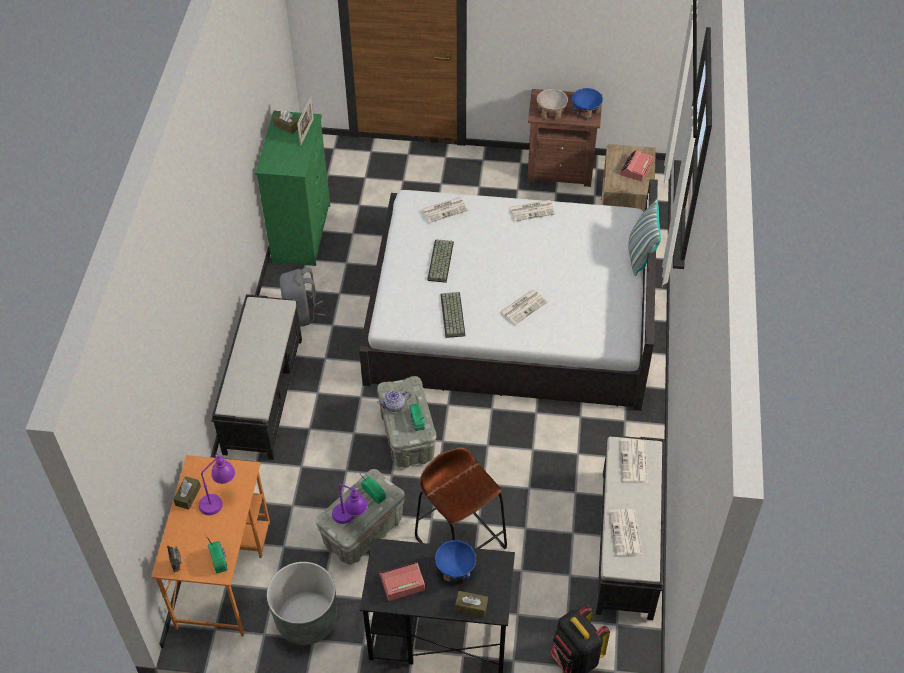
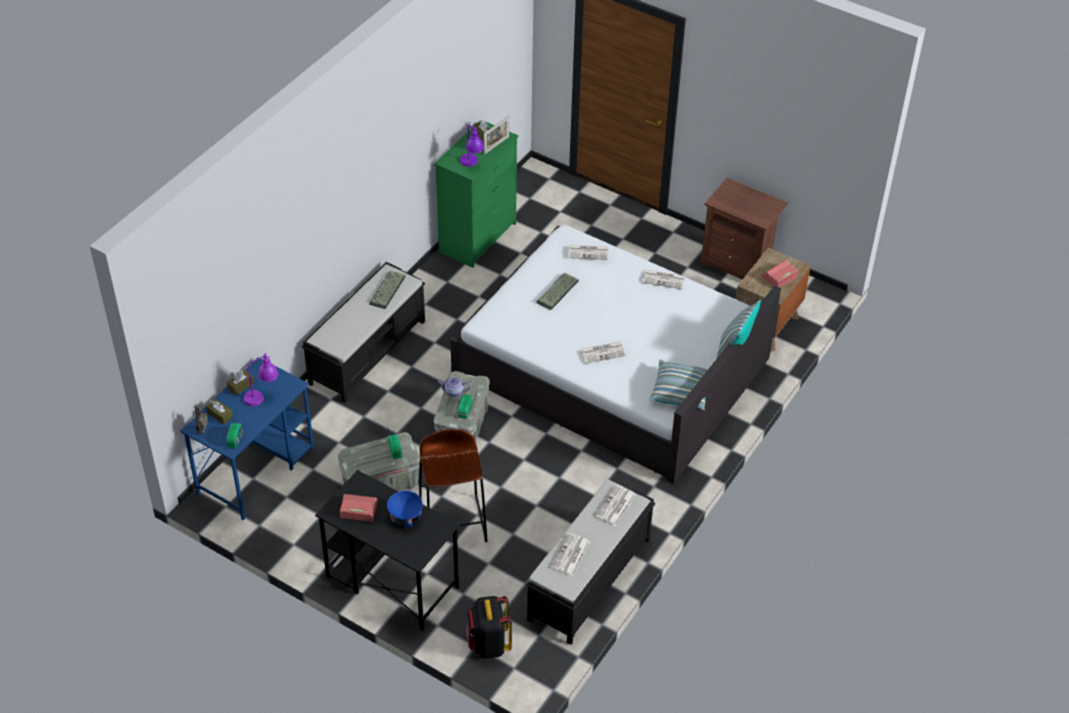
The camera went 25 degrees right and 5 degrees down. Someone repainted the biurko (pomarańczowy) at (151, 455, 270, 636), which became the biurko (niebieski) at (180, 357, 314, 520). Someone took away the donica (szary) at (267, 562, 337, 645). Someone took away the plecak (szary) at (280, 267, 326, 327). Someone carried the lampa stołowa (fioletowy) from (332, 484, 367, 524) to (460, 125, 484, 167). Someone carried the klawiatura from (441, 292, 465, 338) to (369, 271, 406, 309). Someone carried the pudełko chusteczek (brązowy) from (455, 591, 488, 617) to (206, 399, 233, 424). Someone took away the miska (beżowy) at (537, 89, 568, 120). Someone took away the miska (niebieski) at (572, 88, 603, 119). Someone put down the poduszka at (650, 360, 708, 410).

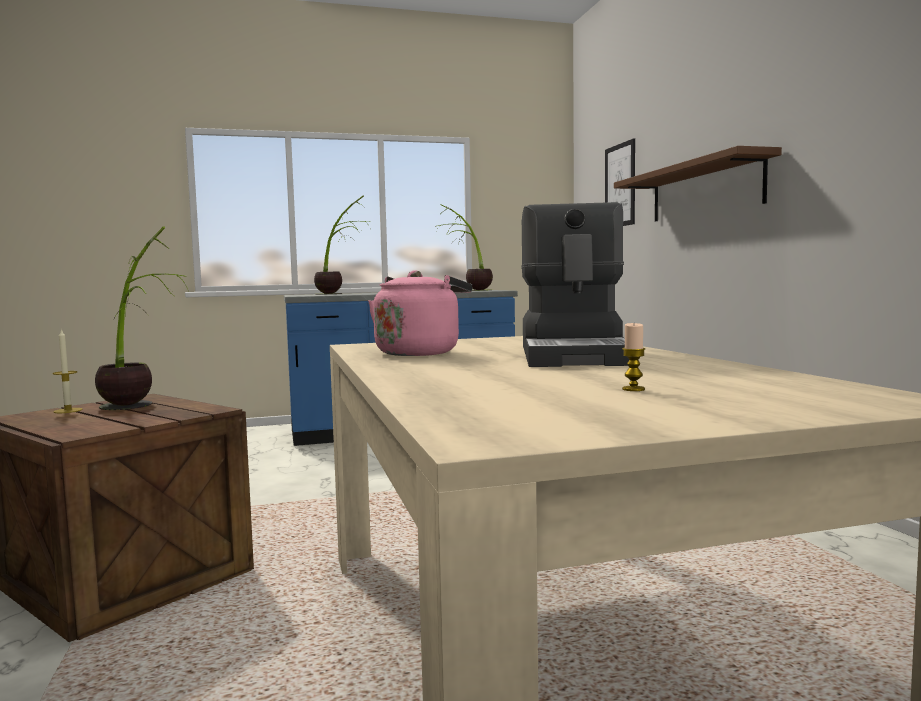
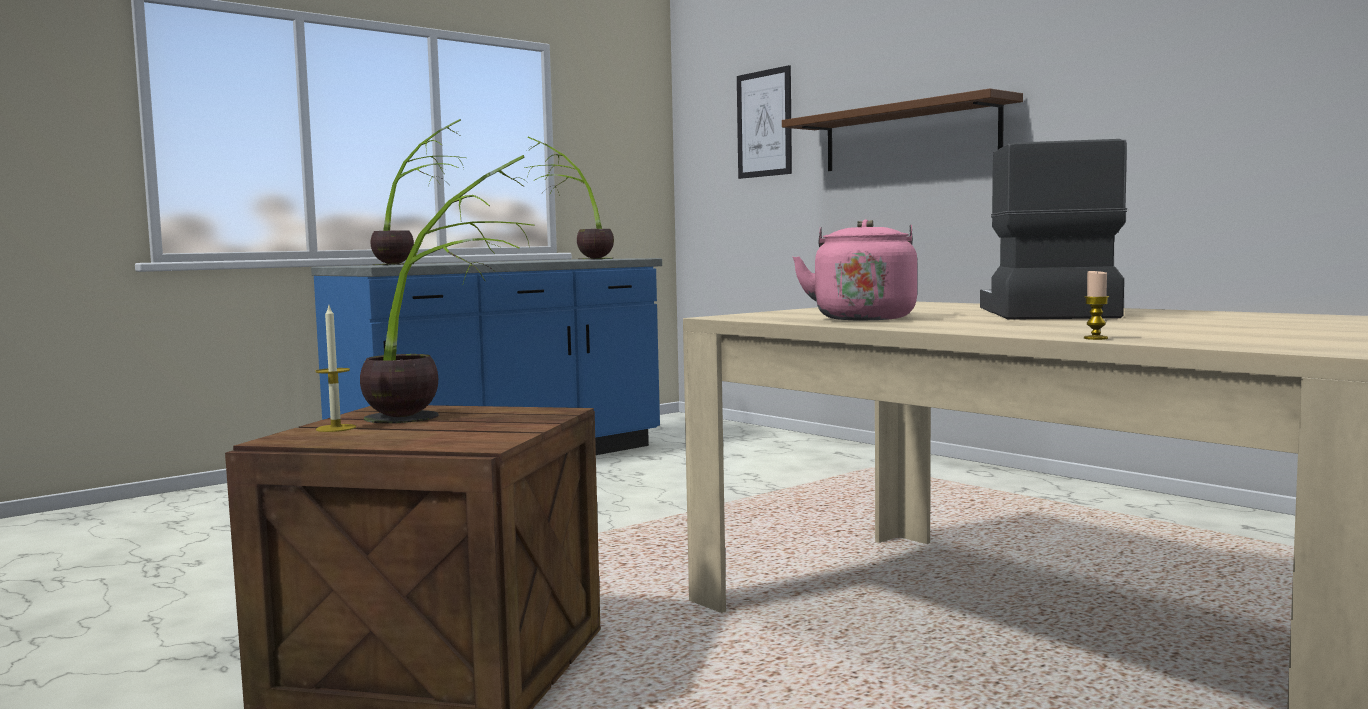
The camera went 25 degrees left and 0 degrees up. Someone rotated the ekspres do kawy at (521, 202, 629, 367) by 150 degrees counterclockwise. Someone carried the świeca from (622, 323, 645, 391) to (1084, 270, 1109, 340).

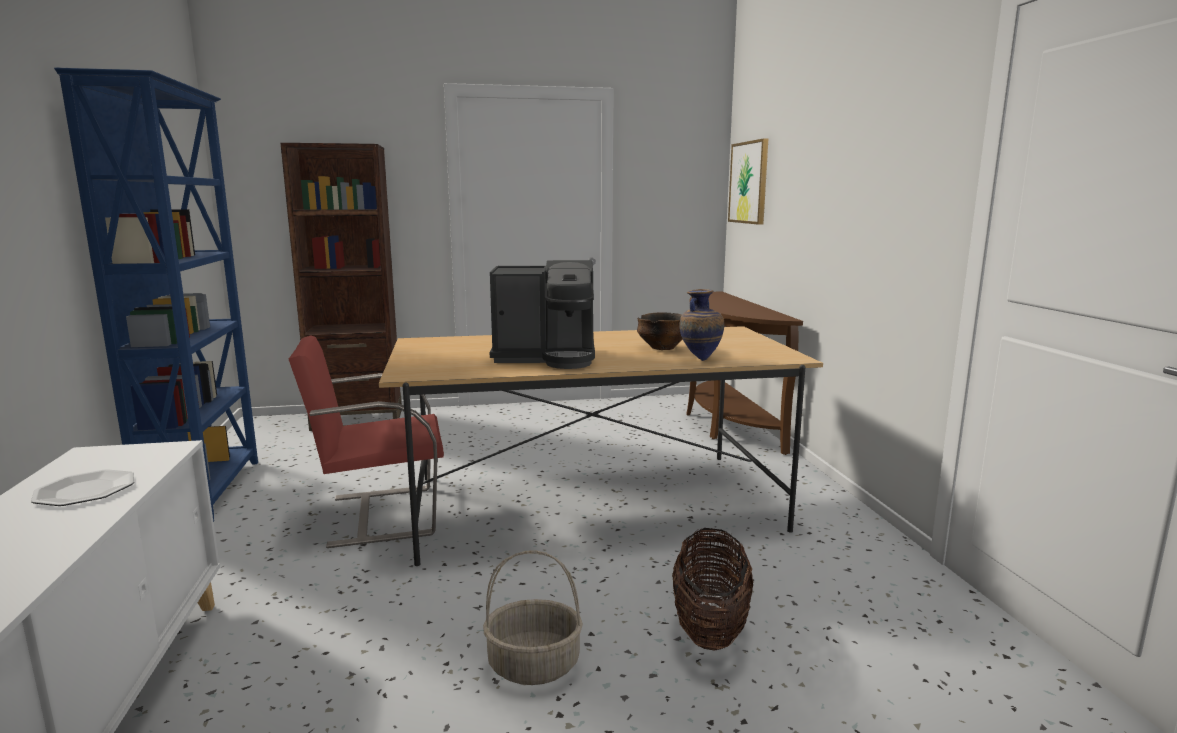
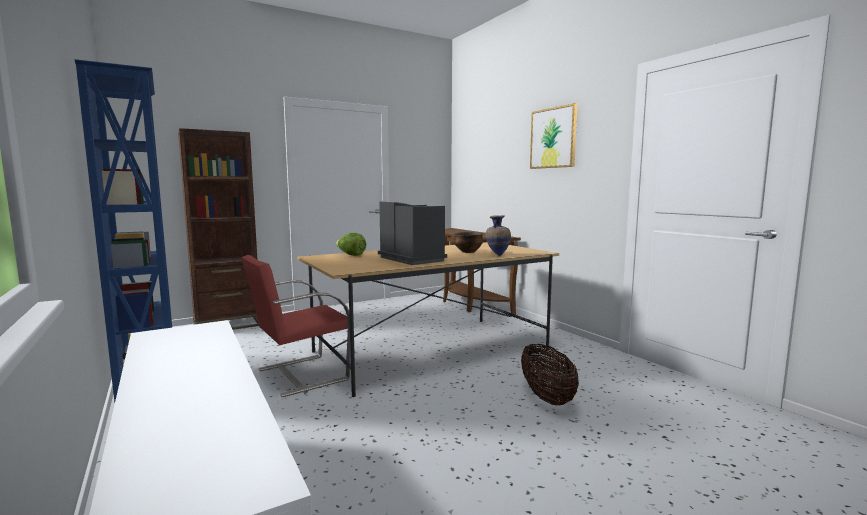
The camera went 20 degrees left and 5 degrees down. Someone took away the talerz at (31, 469, 134, 506). Someone took away the koszyk at (483, 550, 583, 685). Someone rotated the ekspres do kawy at (490, 260, 595, 369) by 105 degrees counterclockwise. Someone carried the obraz from (728, 138, 768, 225) to (530, 103, 577, 169). Someone put down the sałata at (336, 233, 366, 256).

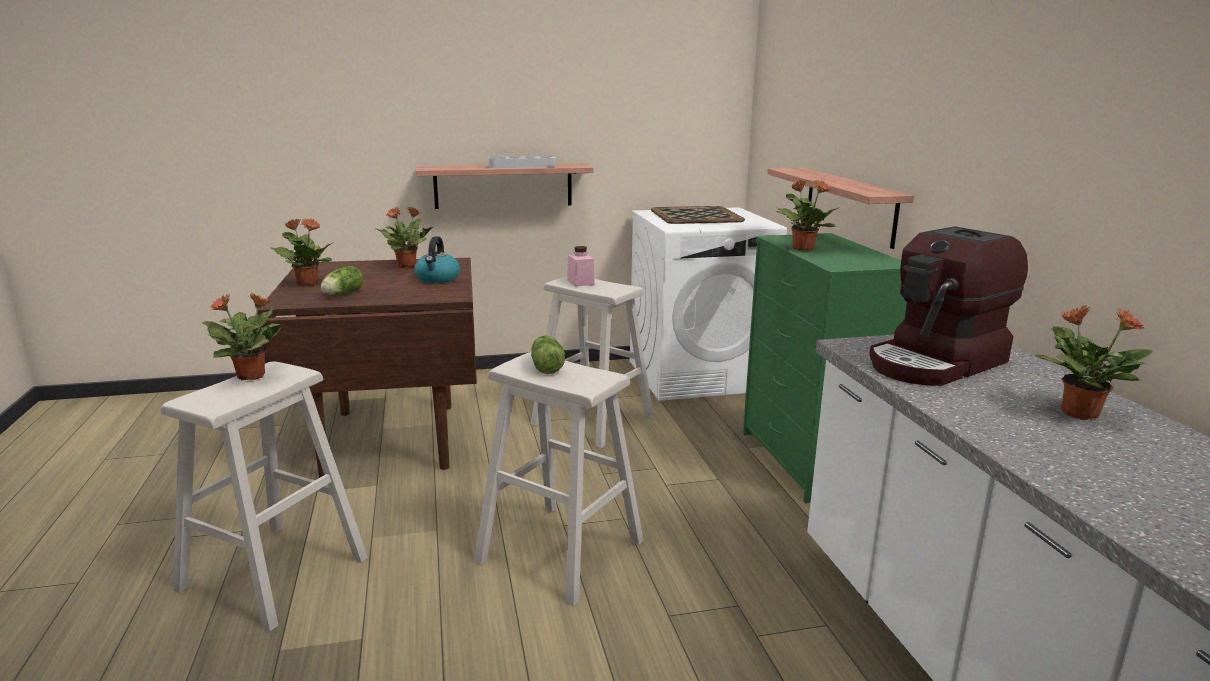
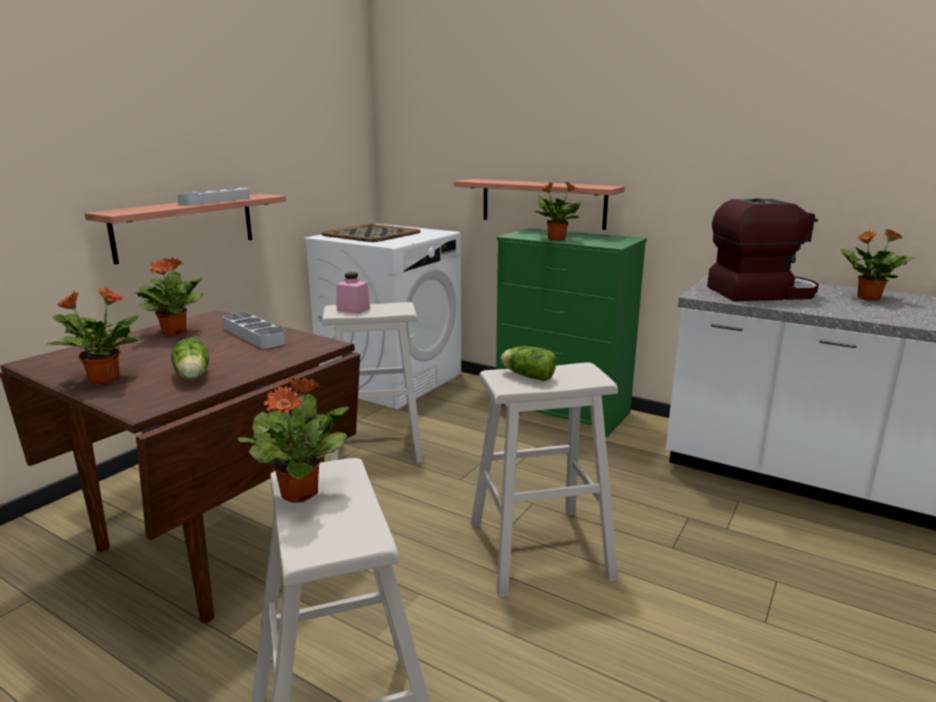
The camera went 45 degrees left and 0 degrees up. Someone swapped the czajnik at (414, 236, 460, 283) for the taca (szary) at (222, 312, 286, 349). Someone rotated the ekspres do kawy at (869, 226, 1028, 386) by 105 degrees counterclockwise.

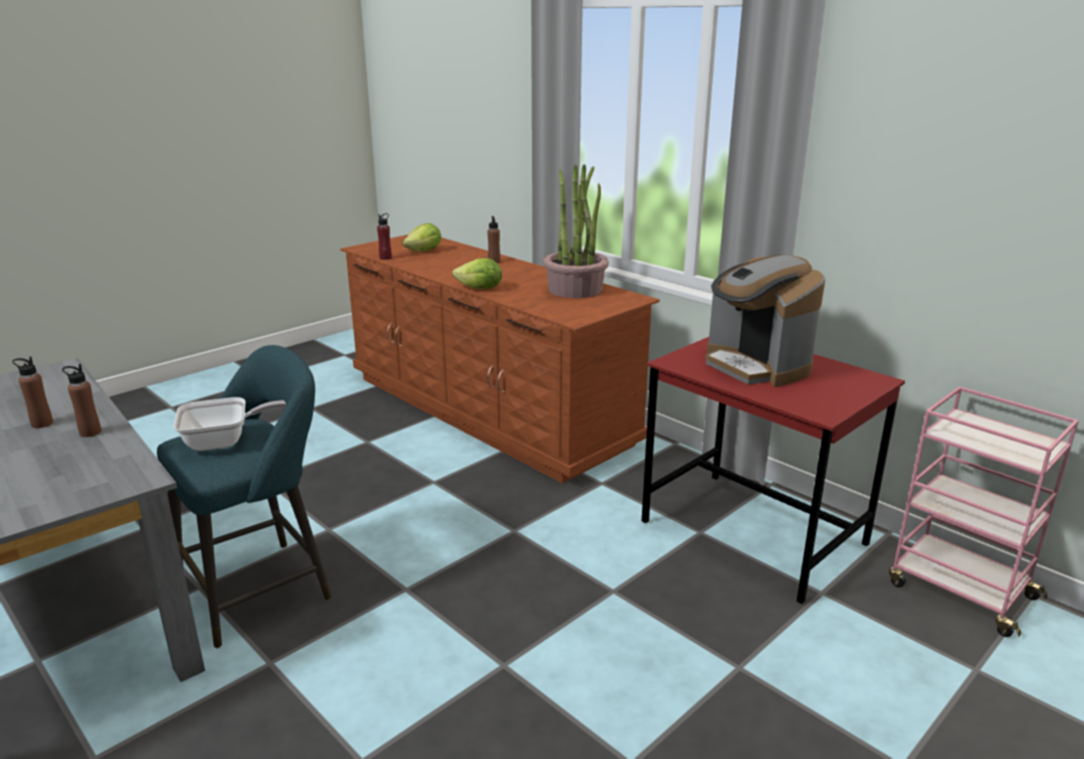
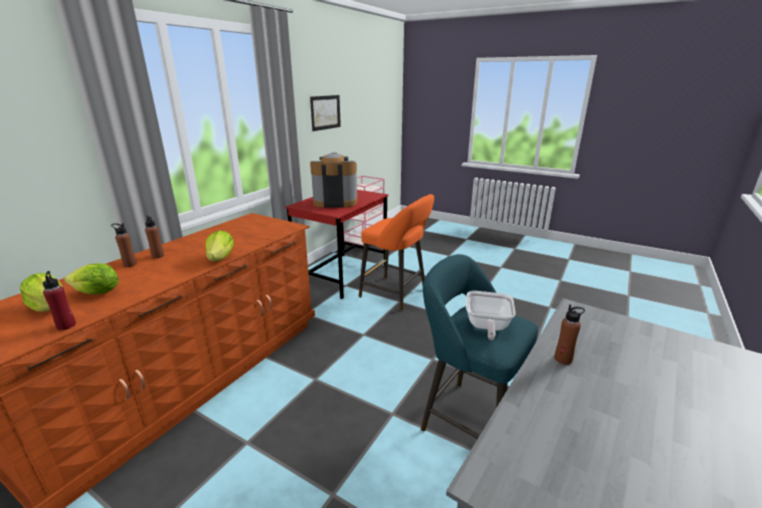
The camera went 105 degrees left and 0 degrees up. Someone carried the butelka (brązowy) from (12, 356, 53, 428) to (145, 216, 164, 259). Someone rotated the patelnia at (174, 397, 286, 451) by 135 degrees counterclockwise. Someone took away the roślina doniczkowa at (543, 164, 609, 298). Someone rotated the ekspres do kawy at (705, 255, 825, 387) by 135 degrees counterclockwise. Someone put down the sałata at (64, 263, 119, 294). Someone put up the obraz at (310, 95, 341, 131). Someone put down the stołek (pomarańczowy) at (359, 194, 434, 311).

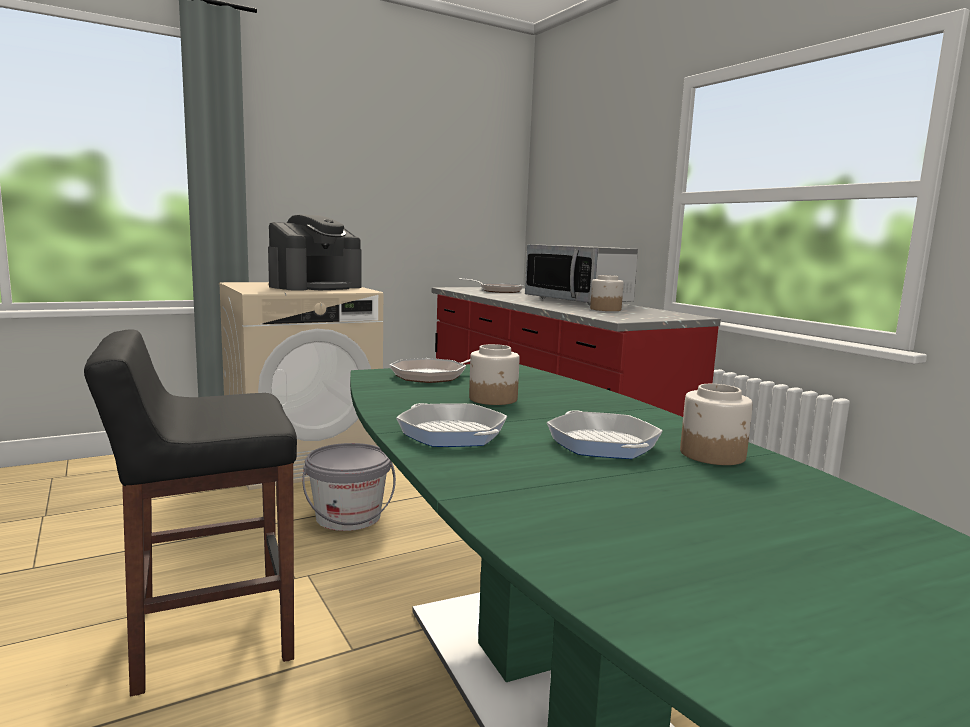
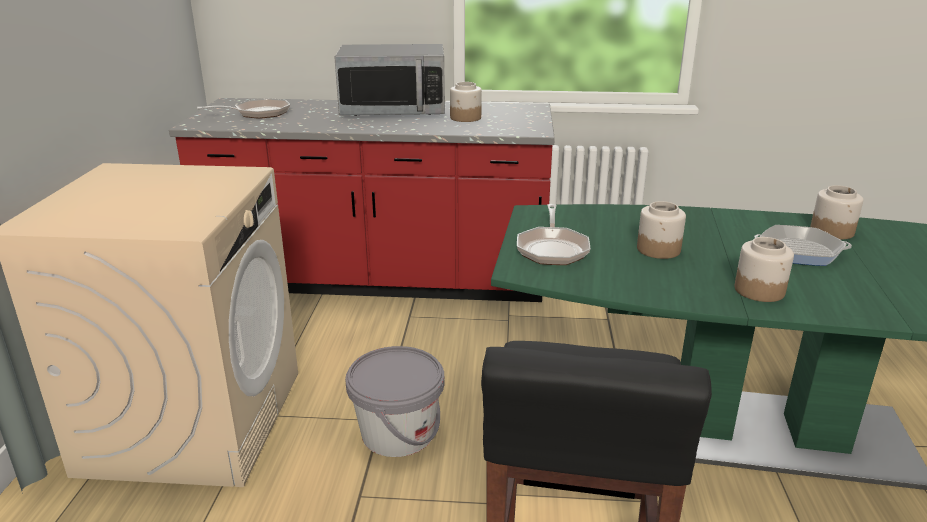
The camera went 55 degrees left and 15 degrees up. Someone took away the ekspres do kawy at (268, 214, 361, 291). Someone swapped the patelnia at (396, 403, 507, 447) for the słoik at (735, 237, 794, 302).

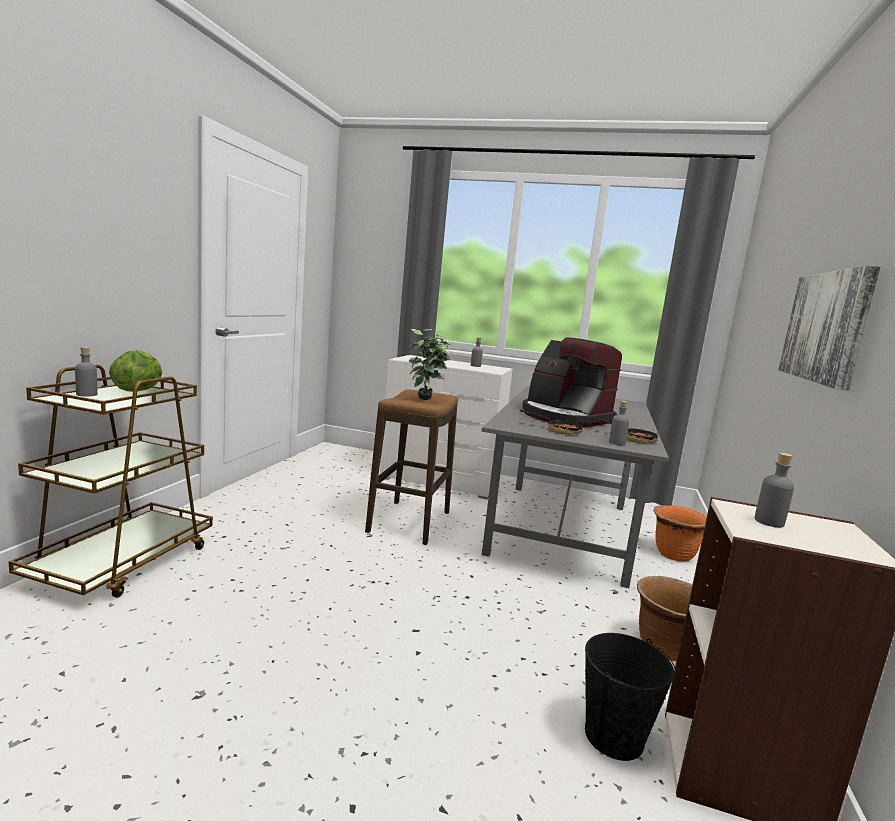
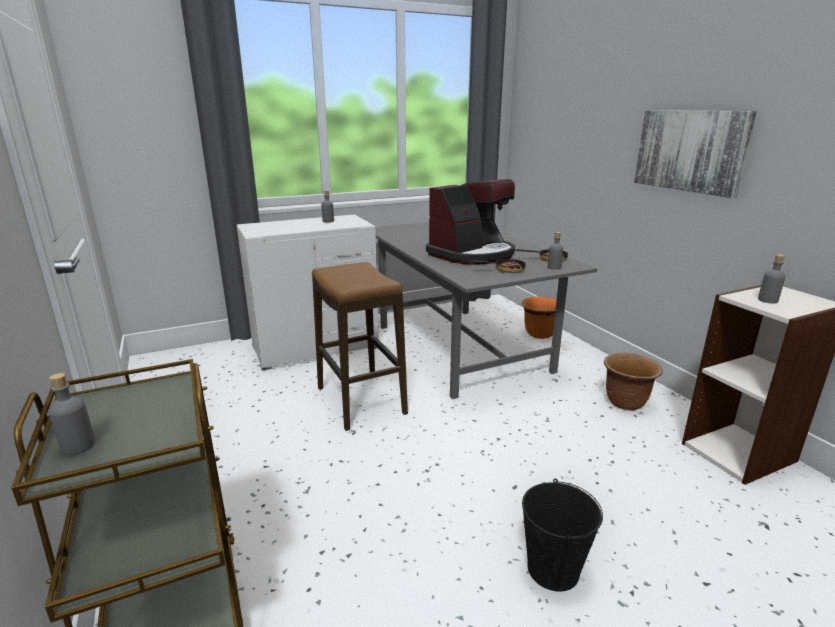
The camera went 40 degrees left and 10 degrees up. Someone took away the sałata at (109, 350, 162, 392). Someone took away the roślina doniczkowa at (408, 329, 451, 400). Someone rotated the ekspres do kawy at (522, 337, 622, 427) by 45 degrees counterclockwise. Someone carried the wiadro (czarny) from (585, 633, 676, 761) to (522, 478, 603, 592).

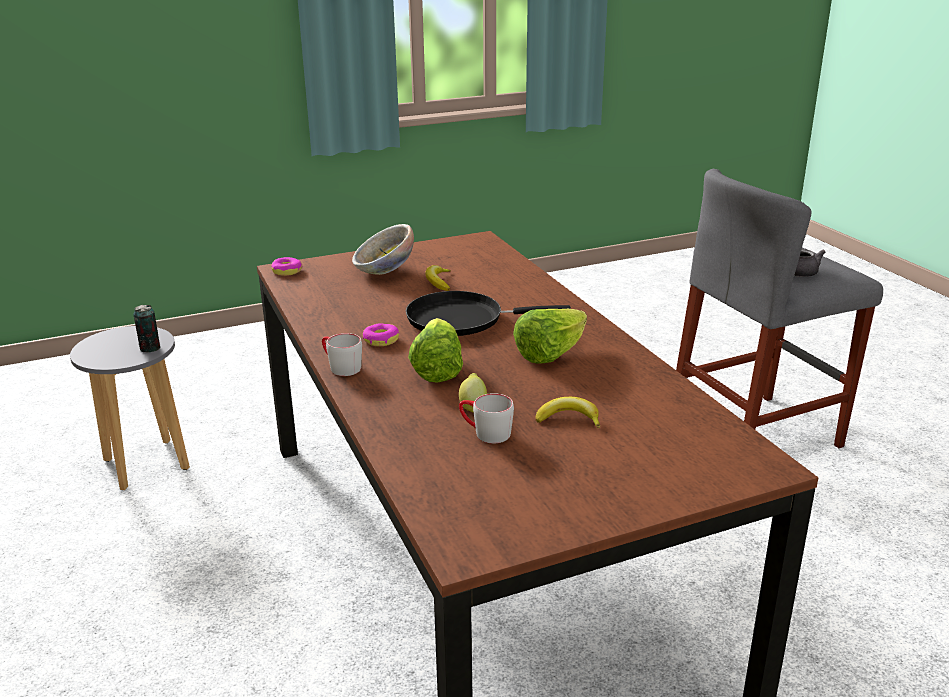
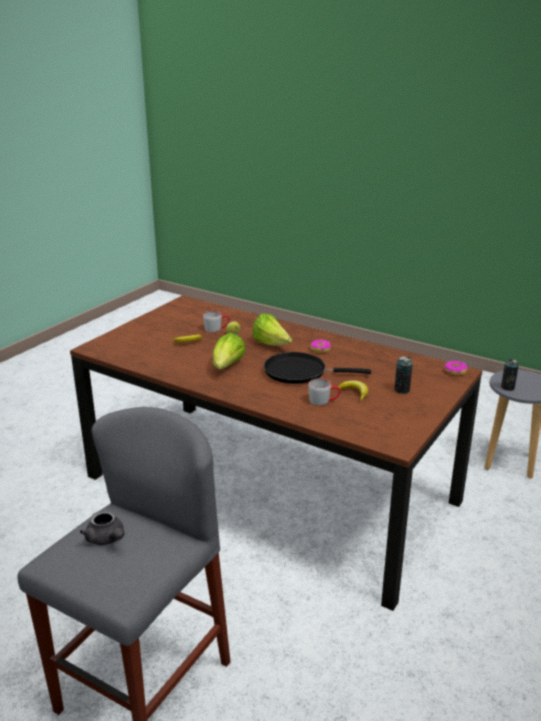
The camera went 145 degrees right and 0 degrees up. Someone carried the kubek (szary) from (322, 333, 362, 376) to (308, 378, 341, 406). Someone swapped the miska at (352, 224, 414, 275) for the puszka at (394, 356, 413, 394). Someone rotated the patelnia (czarny) at (406, 291, 571, 336) by 135 degrees counterclockwise.

